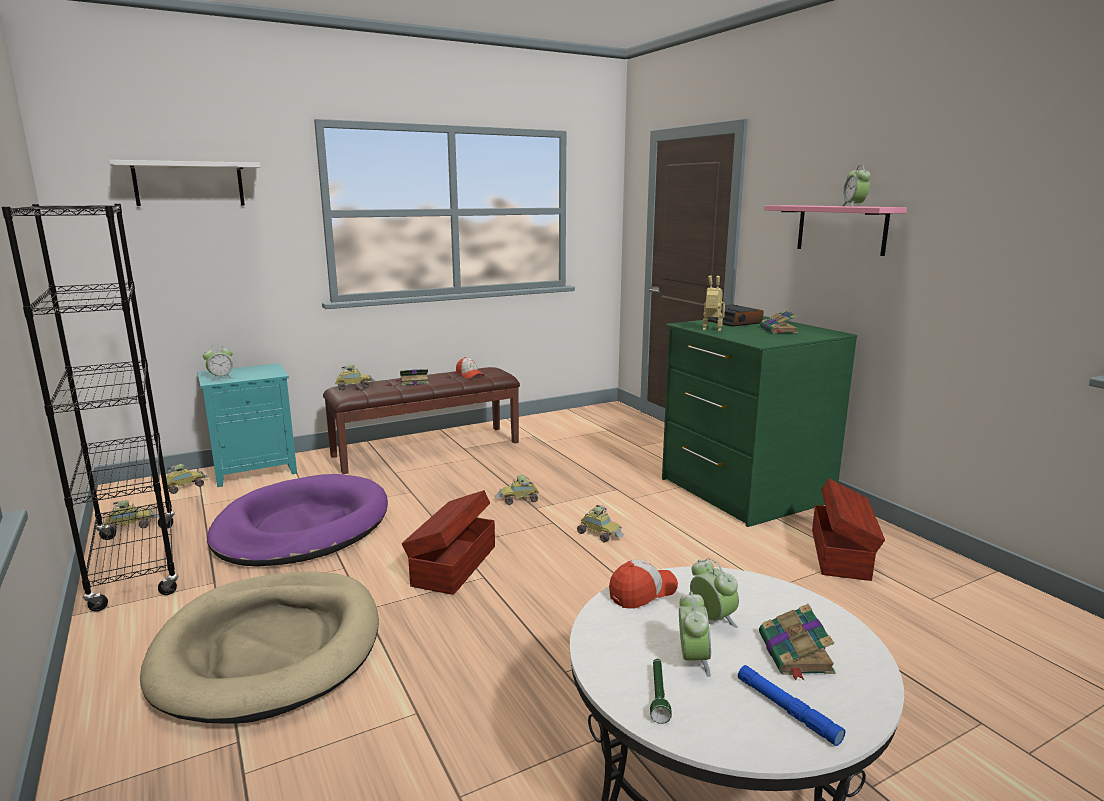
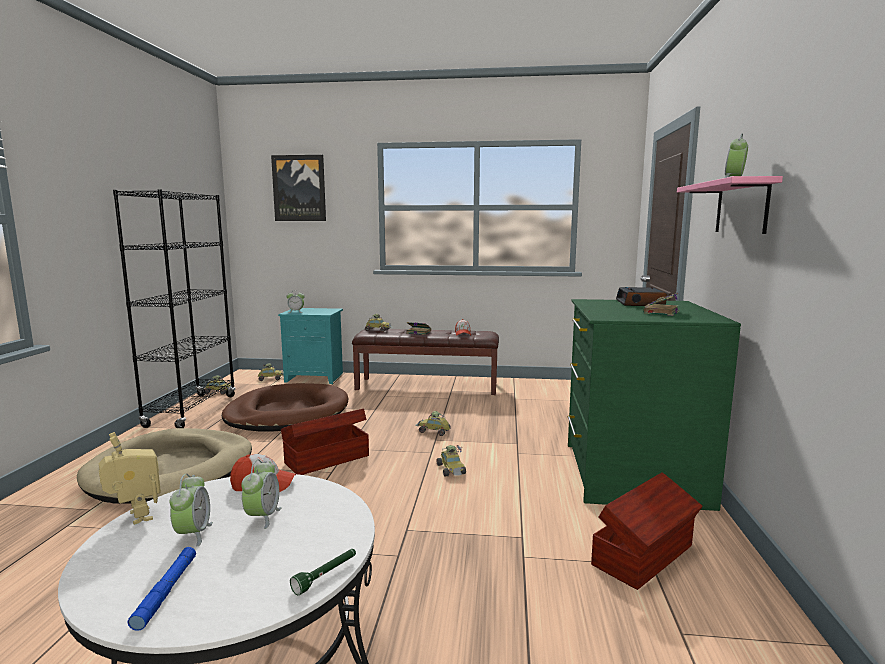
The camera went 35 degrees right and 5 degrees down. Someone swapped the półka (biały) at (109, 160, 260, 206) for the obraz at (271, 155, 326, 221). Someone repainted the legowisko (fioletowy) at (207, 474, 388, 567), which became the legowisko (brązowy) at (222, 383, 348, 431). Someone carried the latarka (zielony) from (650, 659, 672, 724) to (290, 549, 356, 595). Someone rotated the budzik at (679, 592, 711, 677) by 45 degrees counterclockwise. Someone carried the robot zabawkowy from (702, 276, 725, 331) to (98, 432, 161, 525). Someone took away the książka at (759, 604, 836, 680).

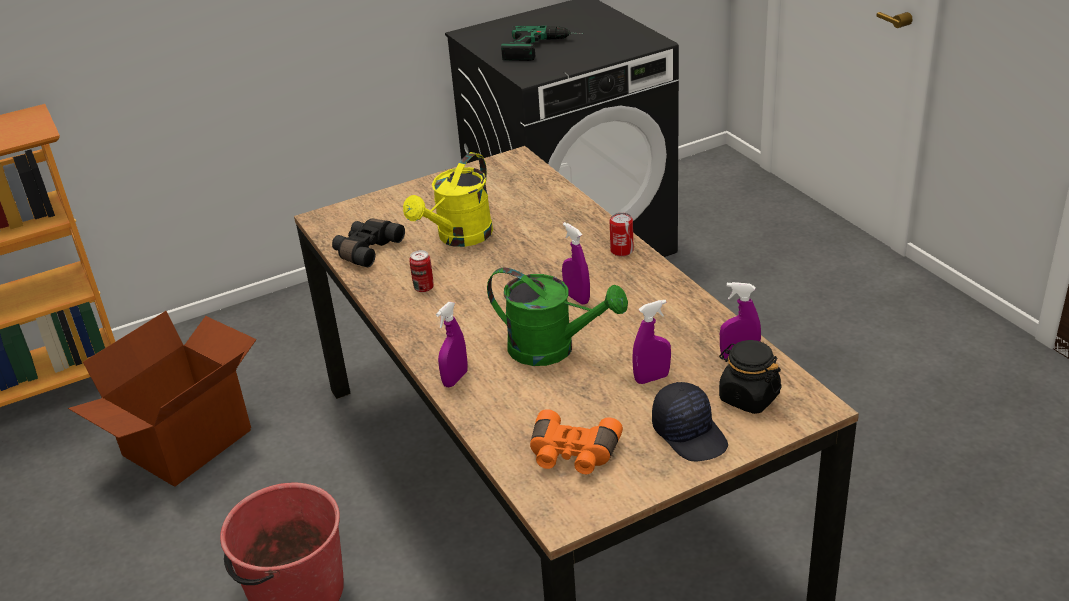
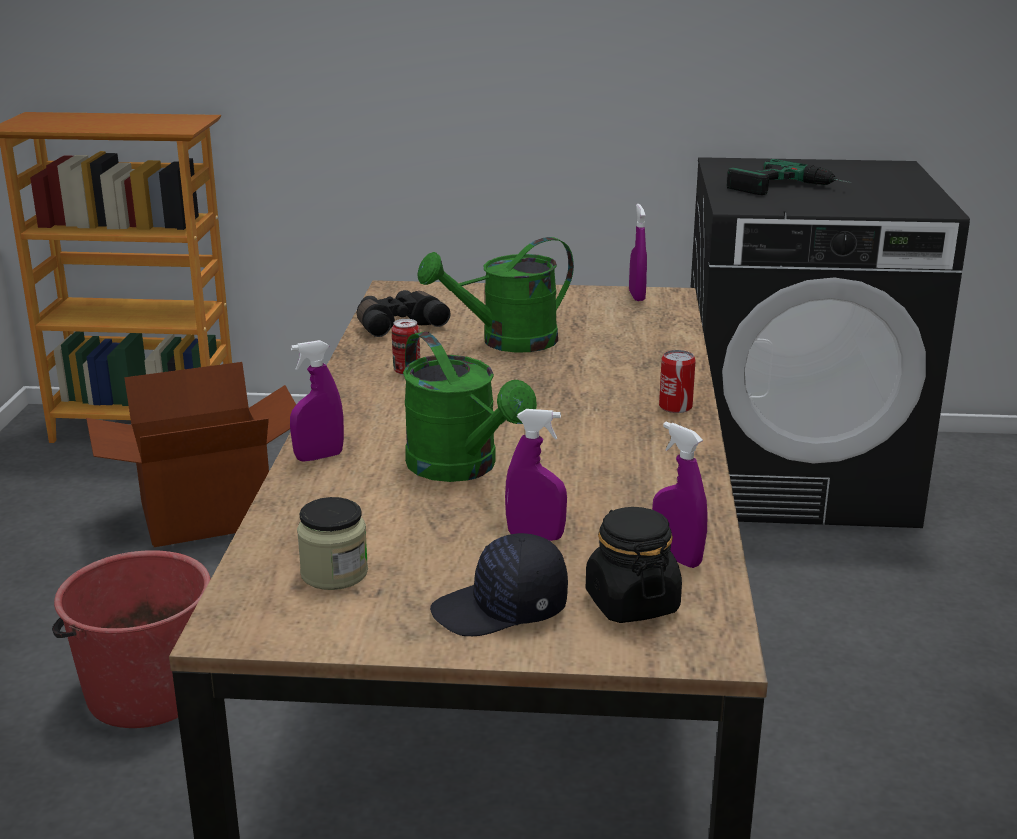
The camera went 30 degrees right and 10 degrees down. Someone repainted the konewka (żółty) at (403, 152, 493, 247), which became the konewka (zielony) at (417, 237, 574, 353). Someone swapped the lornetka (pomarańczowy) at (530, 409, 623, 474) for the słoik at (297, 497, 368, 590). Someone carried the spryskiwacz (fioletowy) from (562, 222, 590, 305) to (629, 204, 647, 301). Someone rotated the czapka z daszkiem (czarny) at (652, 382, 728, 461) by 75 degrees clockwise.

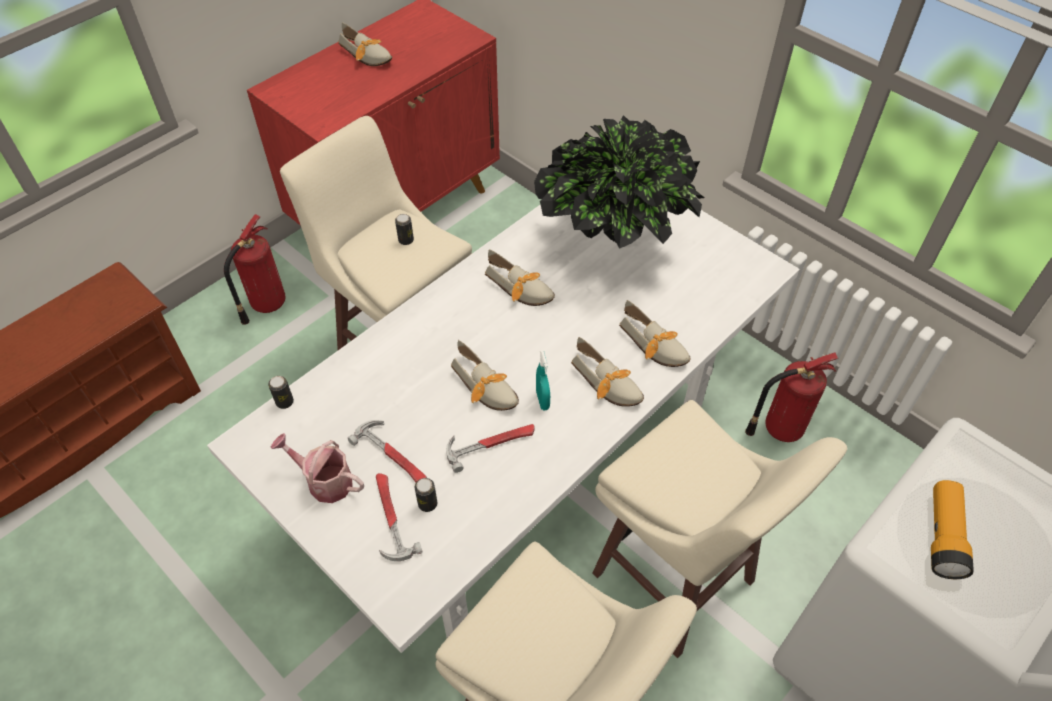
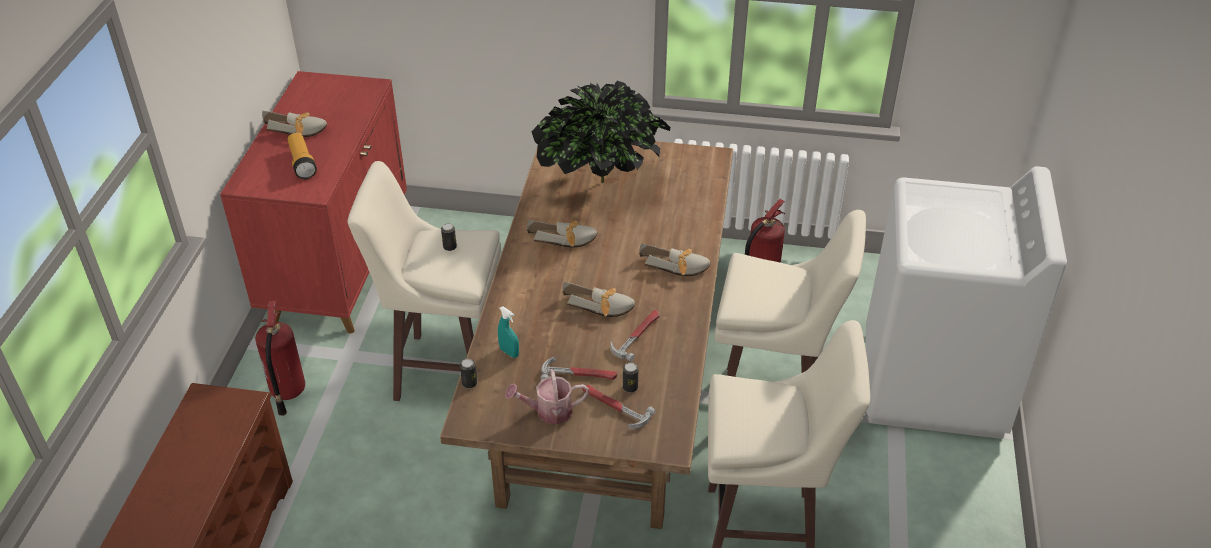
The camera went 35 degrees left and 10 degrees down. Someone repainted the stół jadalny (biały) at (207, 205, 799, 653), which became the stół jadalny (brązowy) at (440, 141, 733, 529). Someone carried the spryskiwacz (turkusowy) from (536, 350, 550, 410) to (498, 306, 519, 358). Someone took away the but at (619, 300, 691, 367). Someone carried the latarka from (931, 480, 973, 579) to (288, 133, 317, 179).

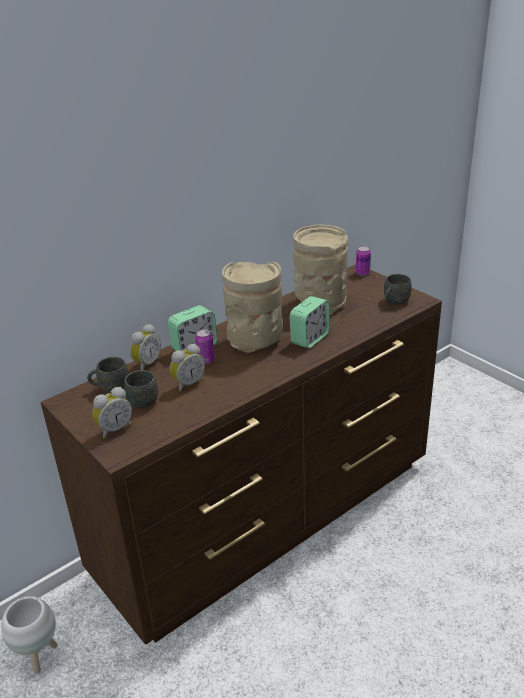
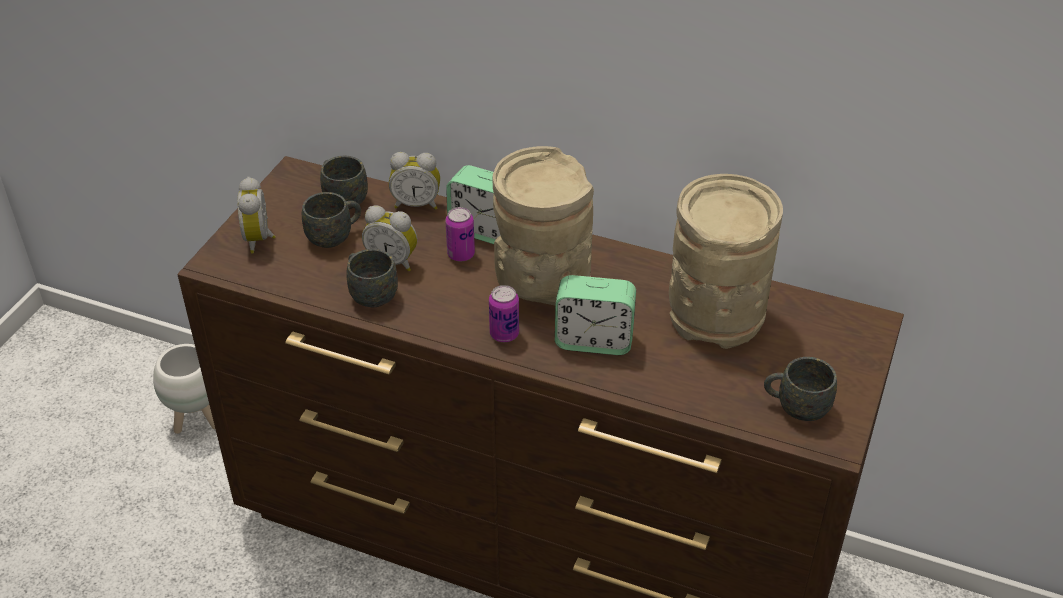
The camera went 60 degrees right and 10 degrees up. Someone rotated the budzik at (92, 387, 132, 439) by 60 degrees clockwise. Someone carried the puszka from (356, 246, 371, 276) to (489, 285, 519, 342). Someone put down the kubek (szary) at (346, 249, 398, 307).

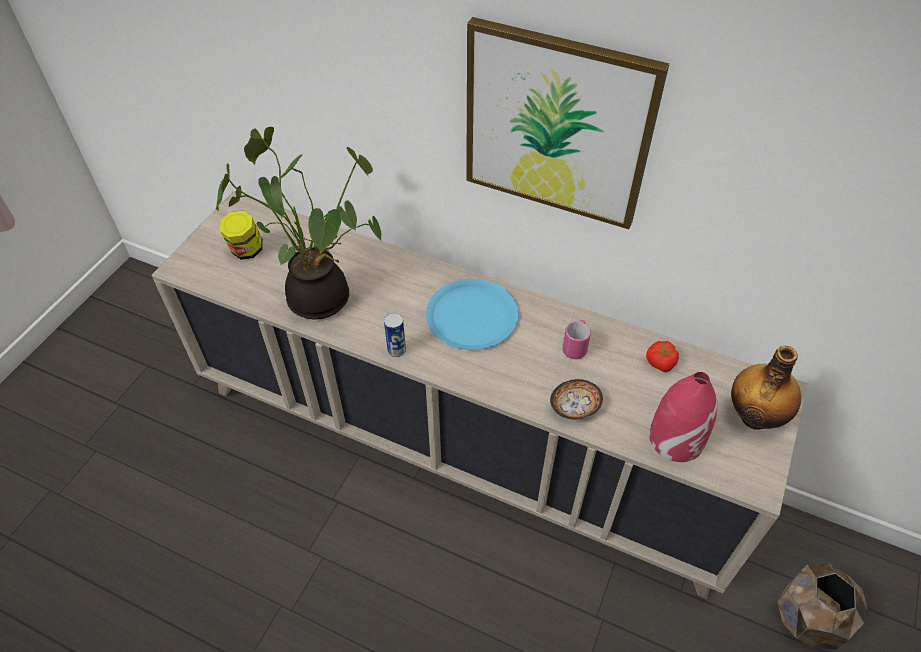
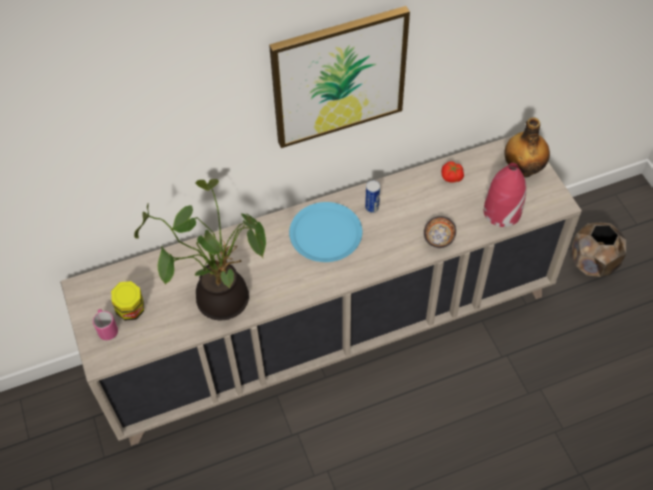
The camera went 45 degrees left and 5 degrees up. Someone carried the puszka from (384, 313, 406, 357) to (365, 180, 380, 213). Someone carried the kubek (różowy) from (562, 320, 591, 359) to (93, 309, 118, 340).

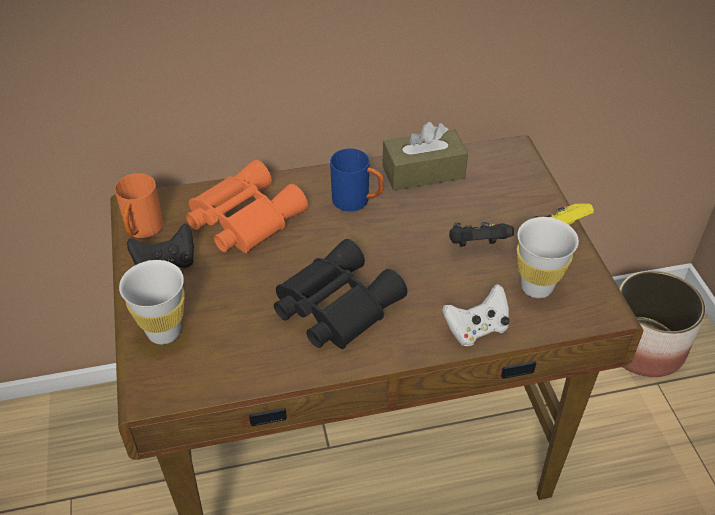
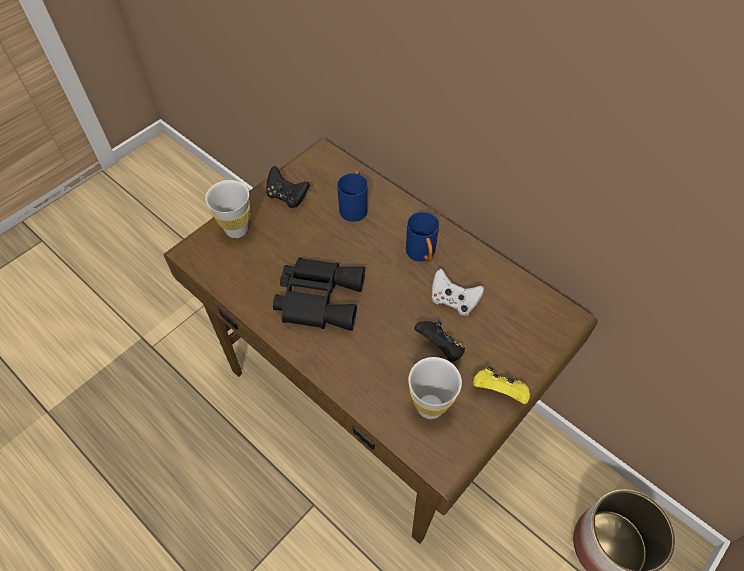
The camera went 55 degrees right and 10 degrees up. Someone took away the kubek (pomarańczowy) at (115, 173, 164, 238). Someone swapped the lornetka (pomarańczowy) at (186, 160, 308, 253) for the kubek (niebieski) at (337, 170, 368, 222). Someone took away the pudełko chusteczek (brązowy) at (382, 122, 468, 191). Someone carried the pad do gier (biały) from (442, 284, 510, 346) to (431, 269, 484, 316).

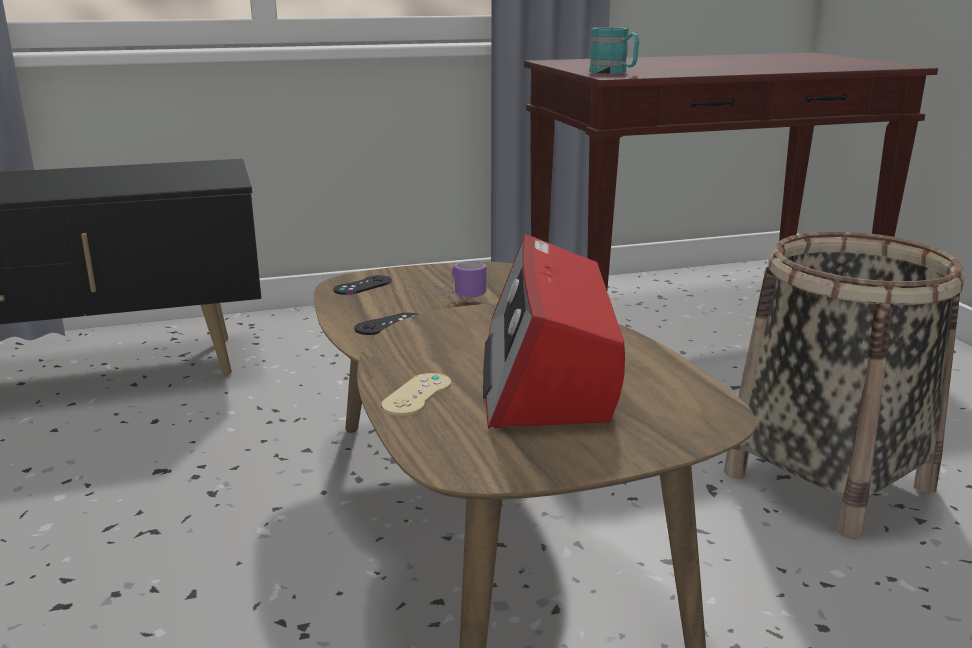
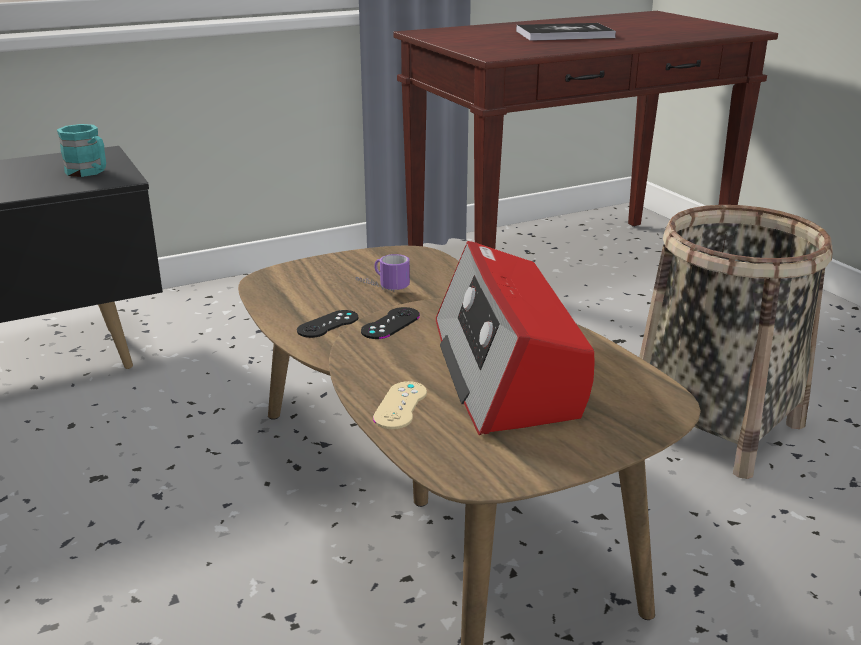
The camera went 10 degrees left and 5 degrees up. Someone carried the pad do gier (czarny) from (334, 275, 392, 295) to (361, 307, 420, 339). Someone carried the kubek (turkusowy) from (589, 27, 639, 74) to (57, 124, 106, 177). Someone put down the książka at (516, 23, 616, 41).

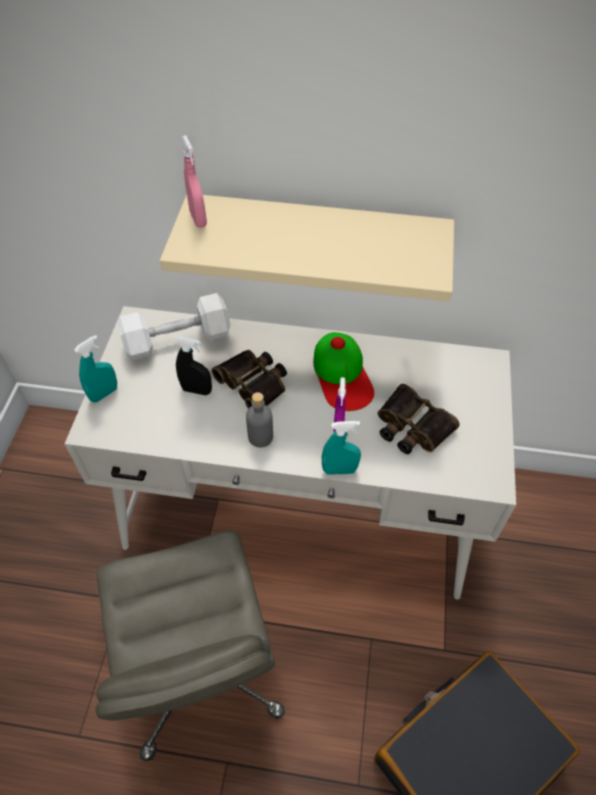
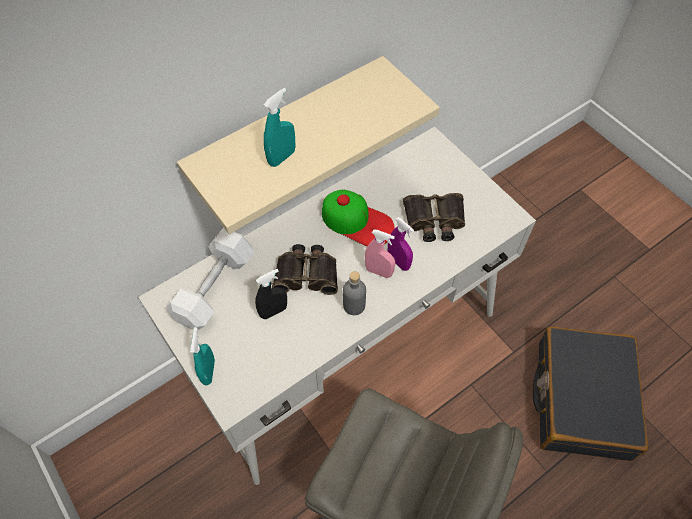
The camera went 45 degrees left and 5 degrees up. Someone carried the spryskiwacz (różowy) from (182, 135, 207, 228) to (365, 229, 395, 278). Someone carried the spryskiwacz (turkusowy) from (322, 421, 361, 475) to (264, 88, 296, 167).

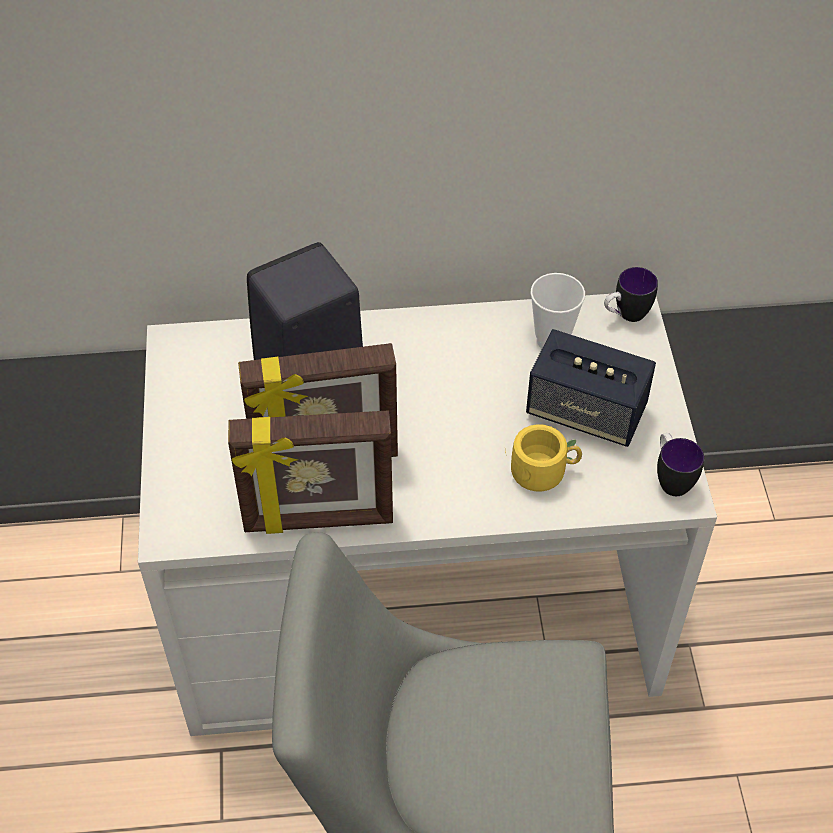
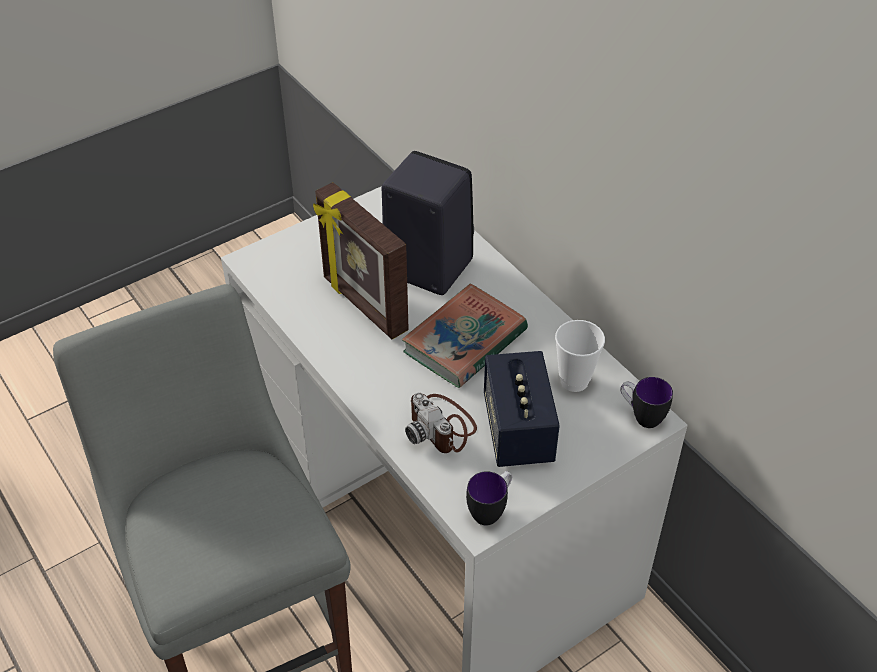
The camera went 60 degrees right and 5 degrees down. Someone took away the ramka na zdjęcie at (228, 411, 393, 534). Someone swapped the kubek (żółty) at (505, 424, 582, 492) for the aparat fotograficzny at (405, 392, 477, 453). Someone put down the książka at (402, 284, 528, 388).

